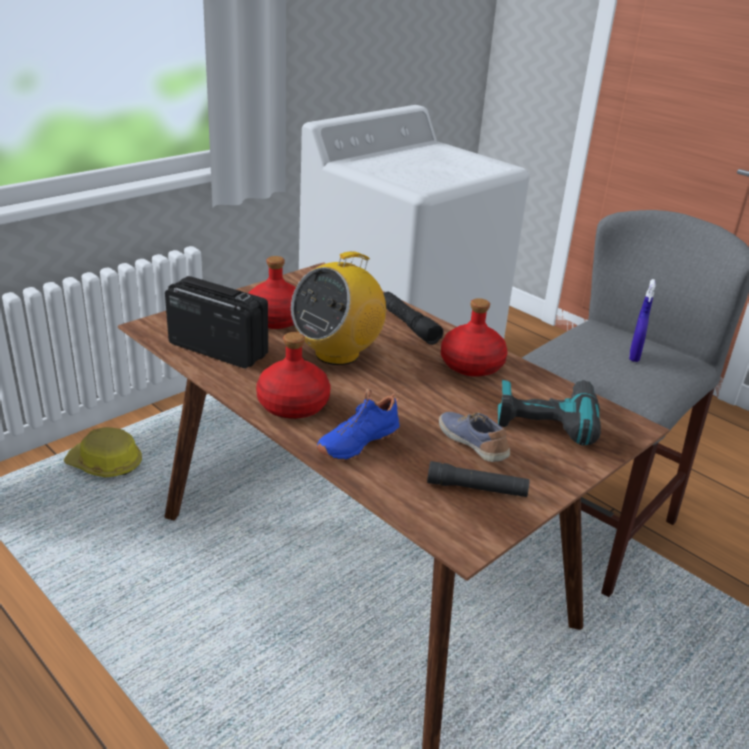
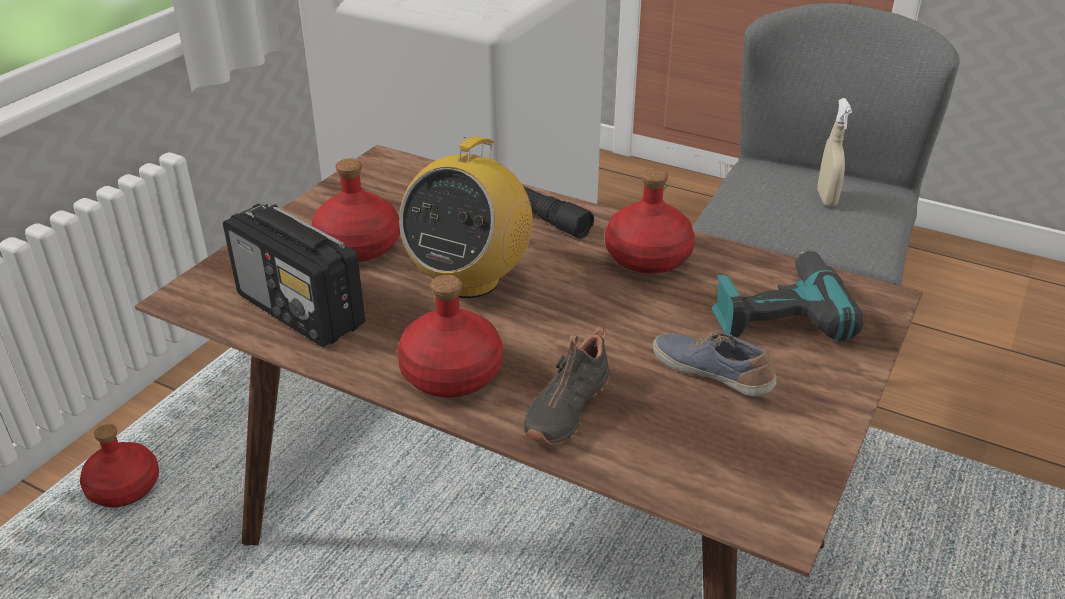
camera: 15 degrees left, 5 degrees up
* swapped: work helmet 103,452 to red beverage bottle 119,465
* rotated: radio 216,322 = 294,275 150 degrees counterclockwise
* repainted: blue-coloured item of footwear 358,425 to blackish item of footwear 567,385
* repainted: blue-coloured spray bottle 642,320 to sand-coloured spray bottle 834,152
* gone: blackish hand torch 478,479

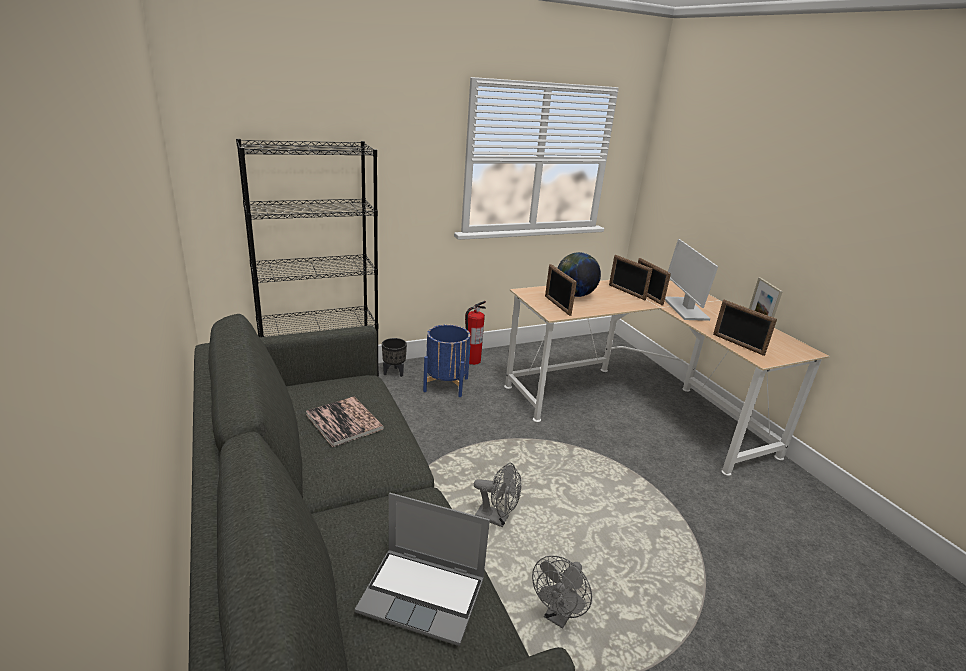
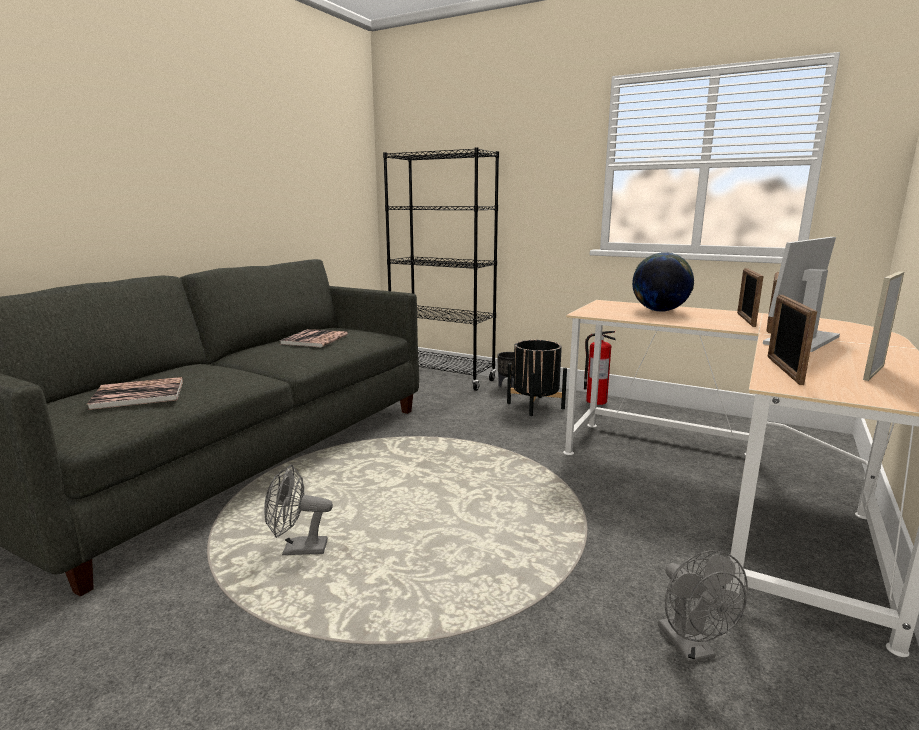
camera: 55 degrees right, 10 degrees down
* swapped: laptop 422,569 to volume 135,393
* repainted: blue-coloured flower pot 446,360 to blackish flower pot 537,378
* shifted: greyish electric fan 498,495 to 703,606
* gone: photo frame 561,290

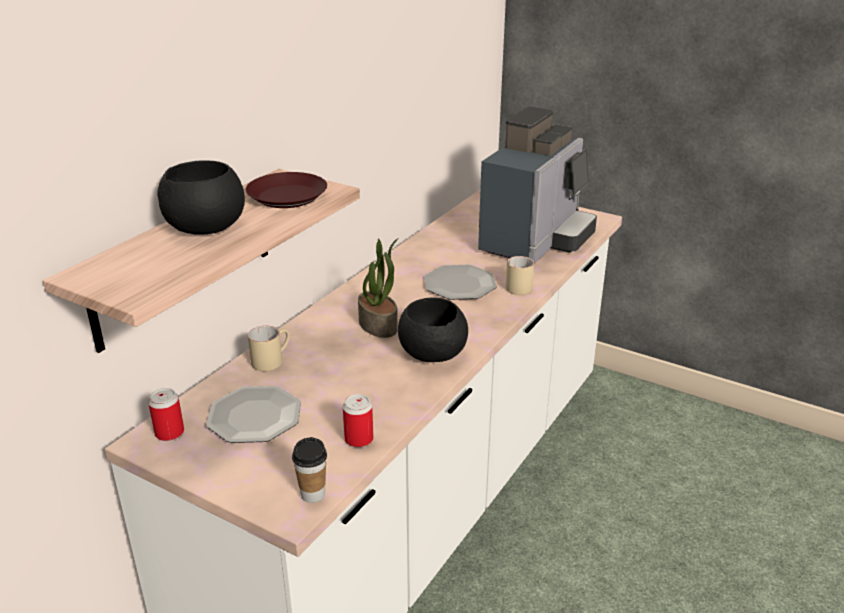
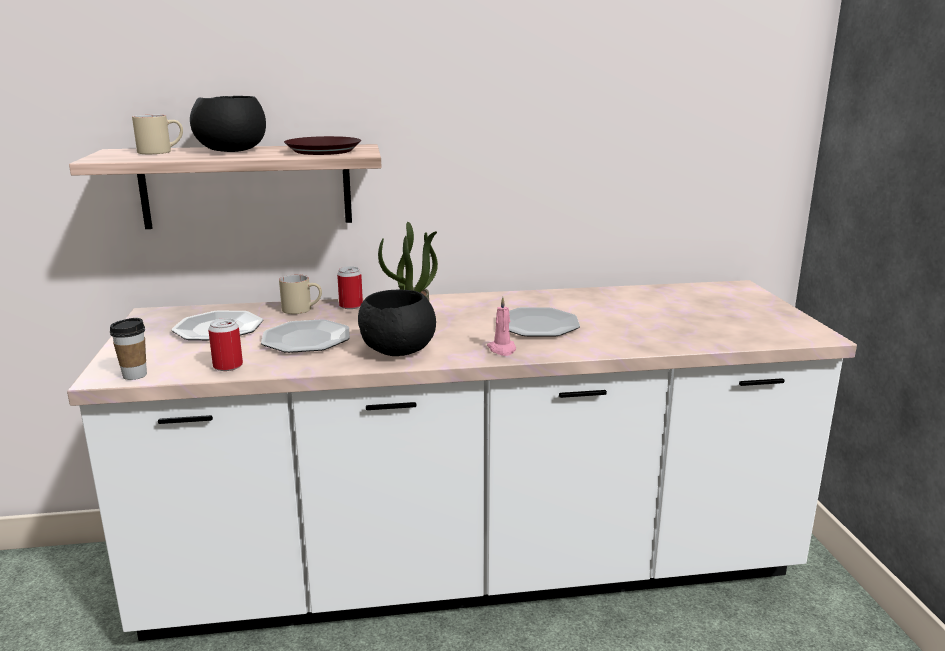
camera: 50 degrees right, 10 degrees down
* shifted: sand-coloured mug 520,275 to 157,134
* new: flat dish 305,336
* shifted: metal can 166,414 to 350,287
* new: pink wax light 501,326
* gone: coffee machine 537,185

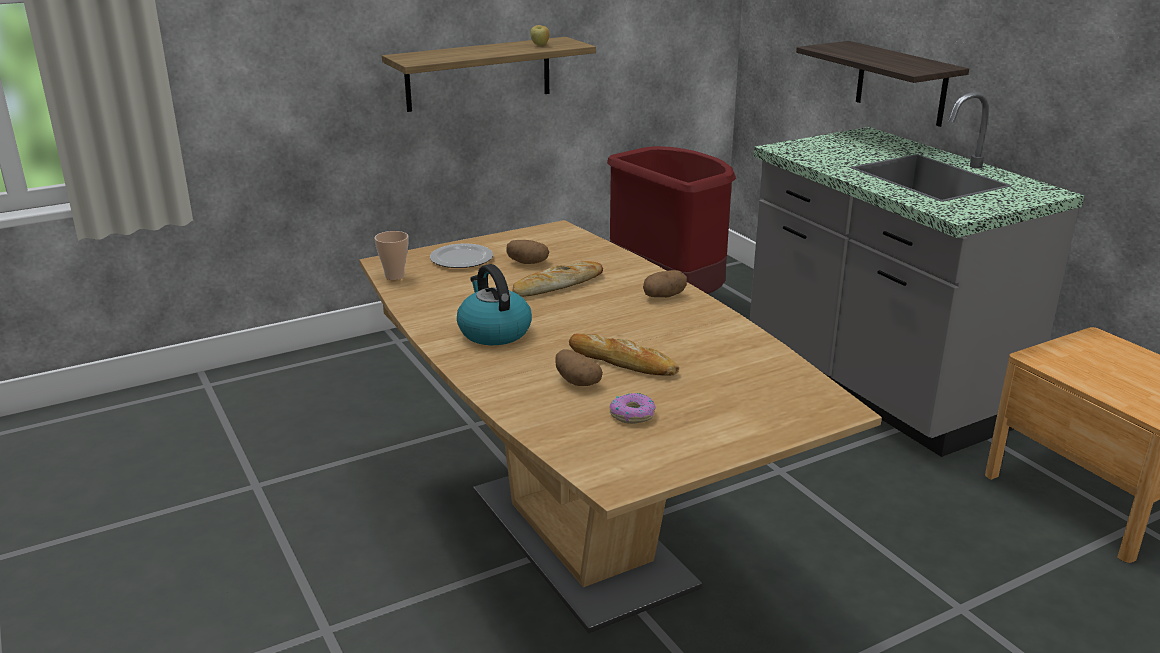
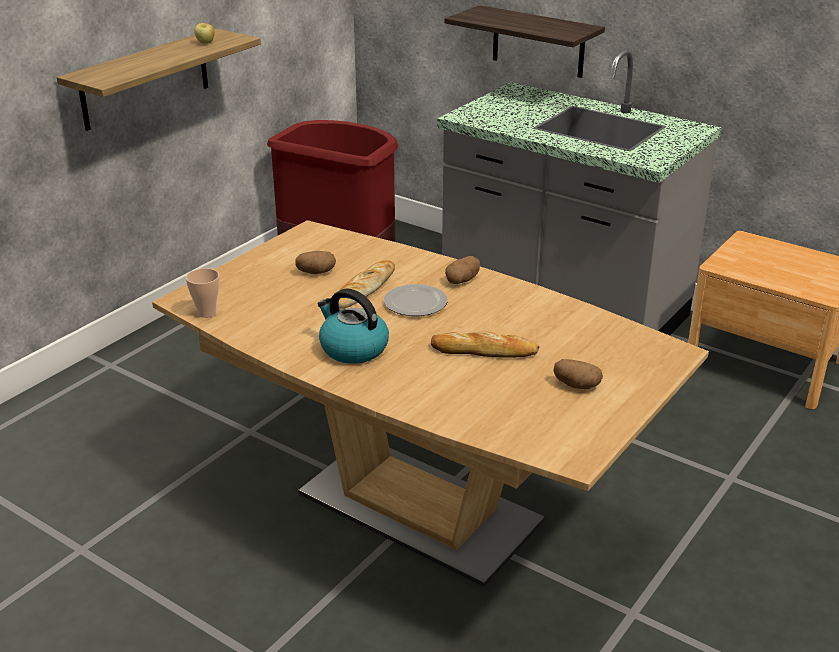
camera: 25 degrees left, 5 degrees up
* shifted: flat dish 461,255 to 416,300
* shifted: potato 579,367 to 578,374
* gone: ring doughnut 633,408

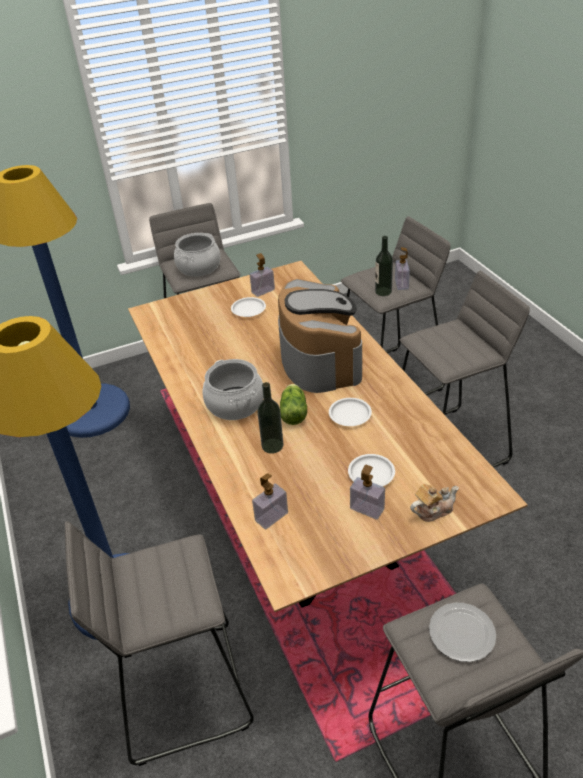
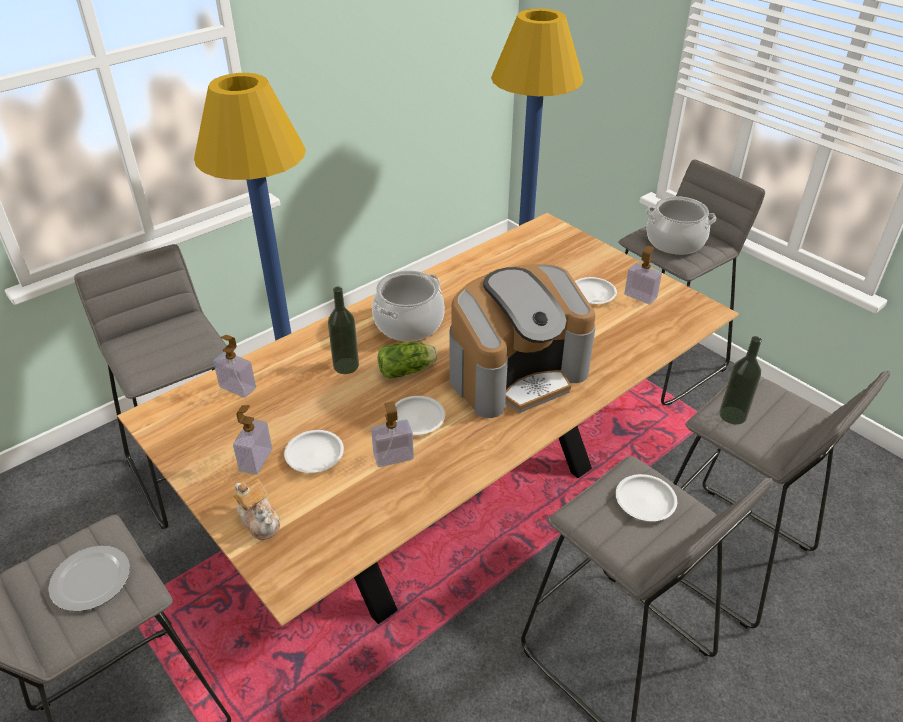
camera: 70 degrees right, 0 degrees up
* shifted: soap dispenser 402,268 to 392,434
* new: white flat dish 646,497

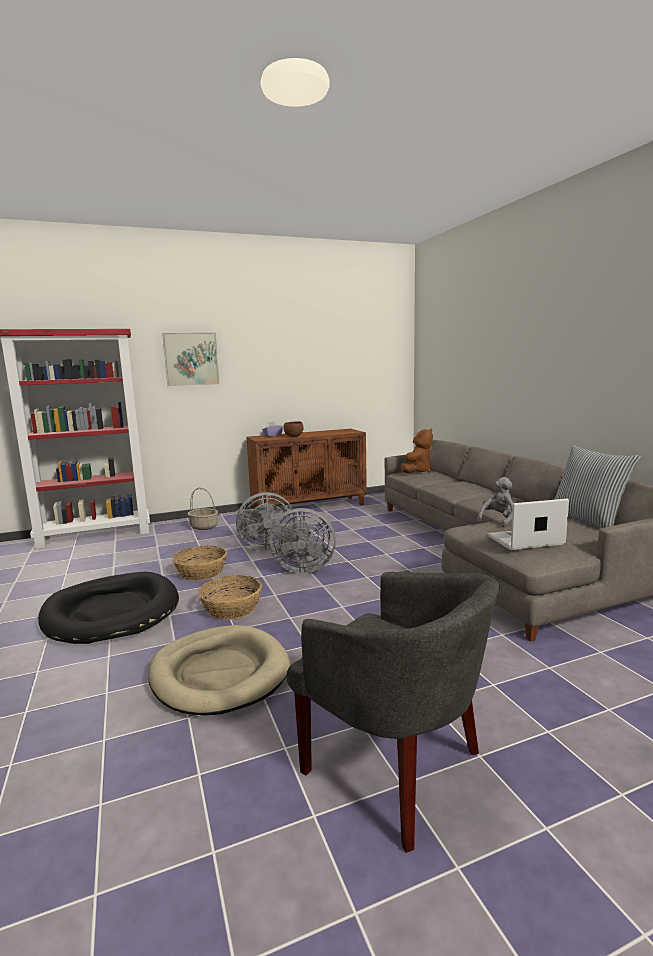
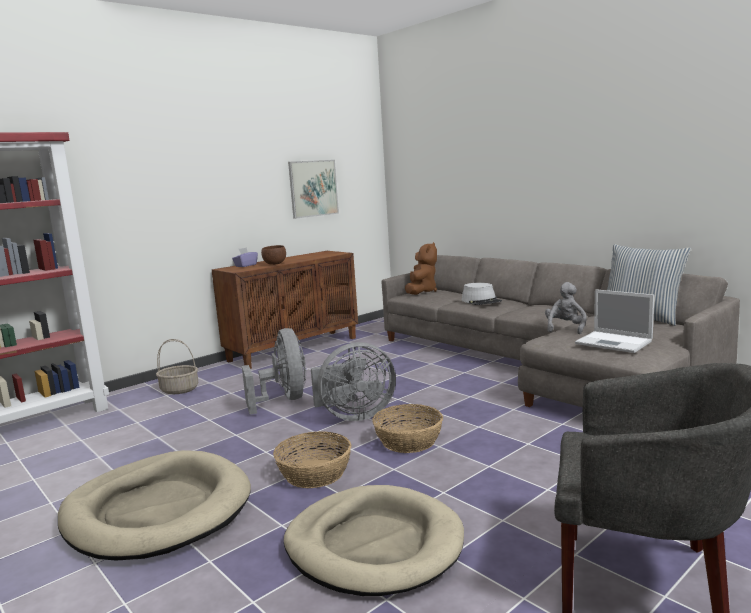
camera: 20 degrees left, 0 degrees up
* repainted: blackish pet bed 108,608 to sand-coloured pet bed 154,505
* rotated: greyish electric fan 265,521 = 274,371 75 degrees counterclockwise
* shifted: wall art 191,359 to 313,189
* shifted: household basket 199,563 to 407,428
* new: greyish wearable hat 482,294
* rotated: laptop 528,524 = 614,321 105 degrees counterclockwise

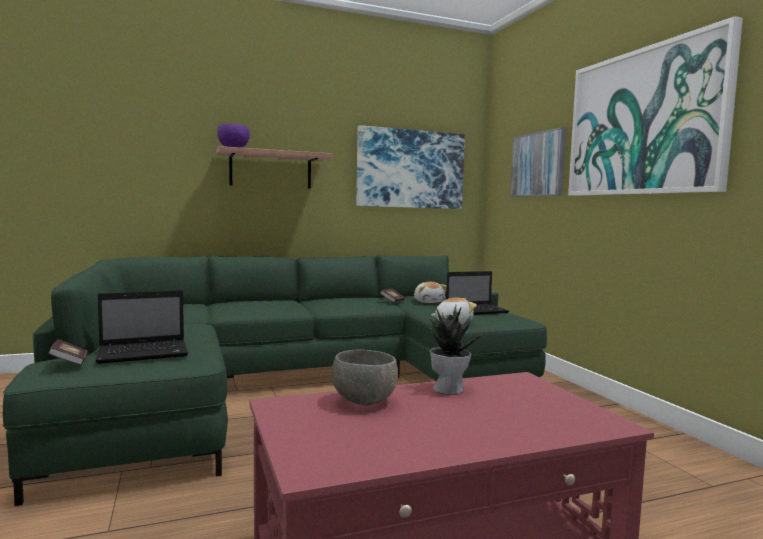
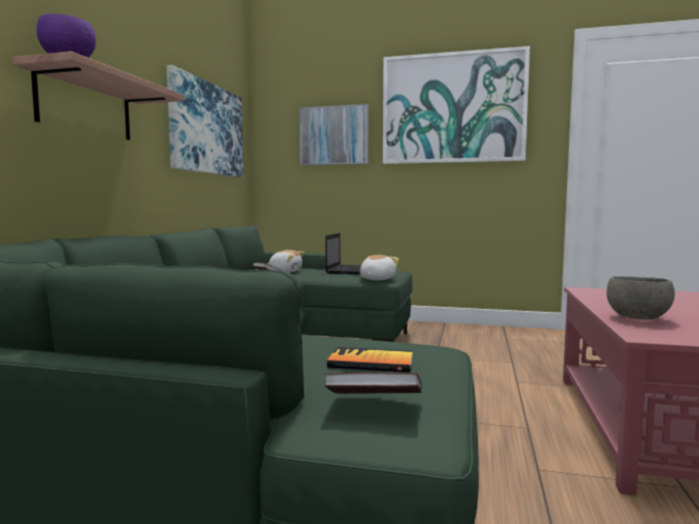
camera: 55 degrees left, 0 degrees up
* swapped: laptop 142,327 to volume 370,359
* gone: plant in a pot 458,349

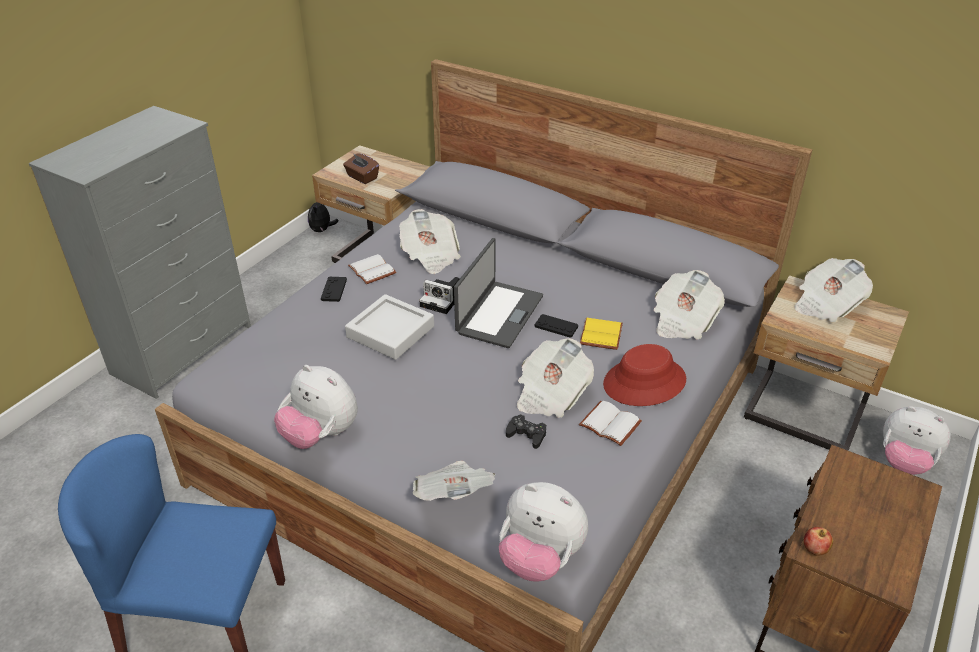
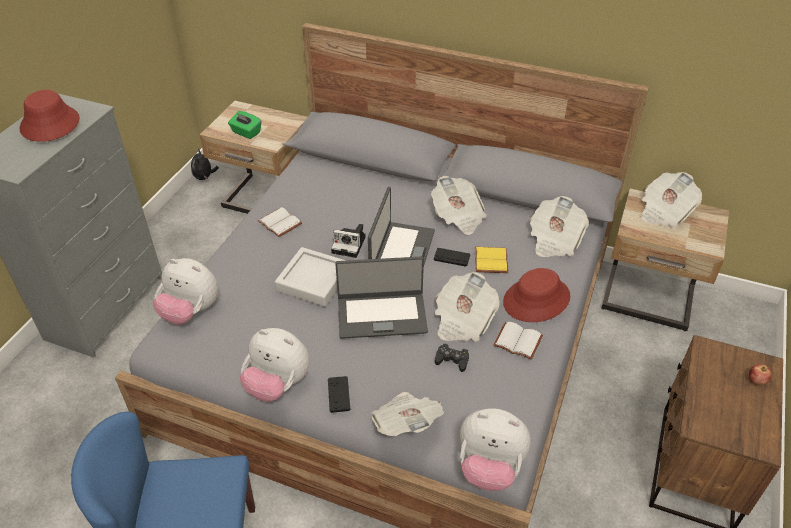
camera: 10 degrees left, 5 degrees up
* new: red wearable hat 50,116
* shifted: plush toy 916,440 to 186,291
* repainted: brown-coloured box of tissues 361,168 to green-coloured box of tissues 244,125
* shifted: blackish gamepad 334,289 to 339,394
* new: laptop 381,297
* shifted: newspaper 430,241 to 459,205
* shifted: apple 818,541 to 760,375

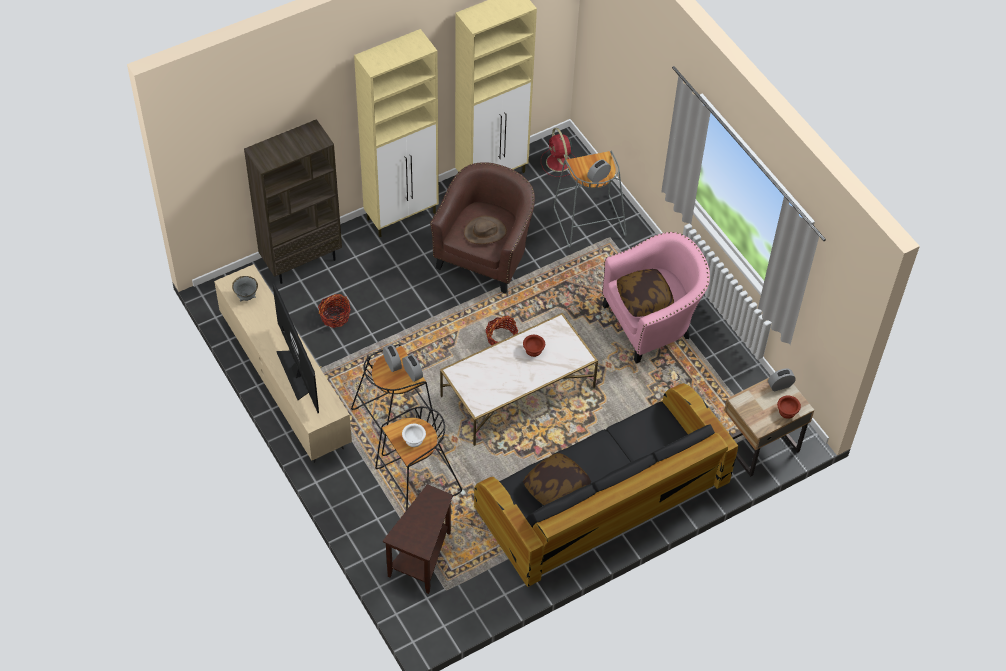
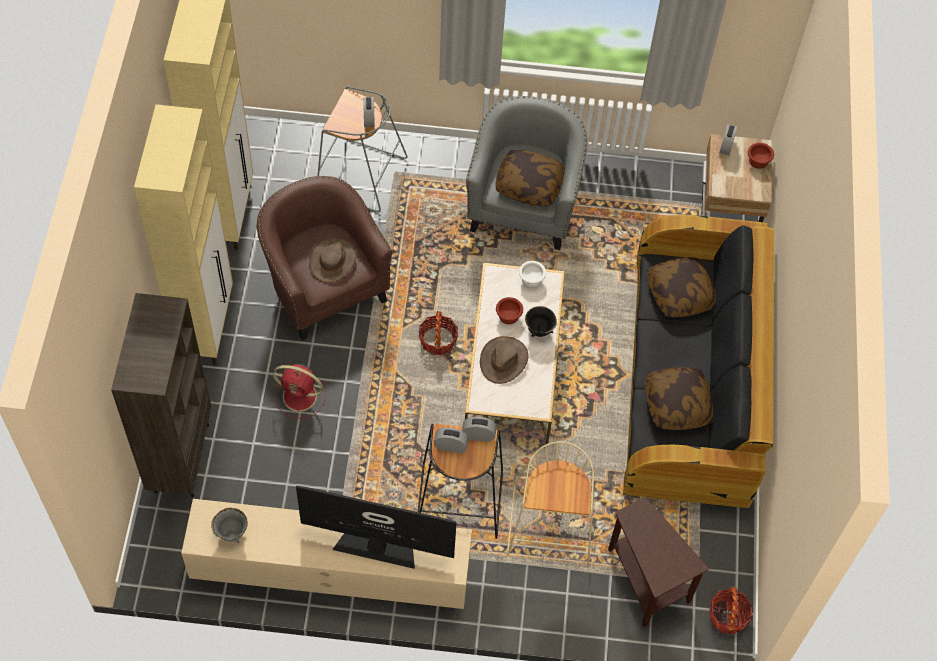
camera: 55 degrees left, 5 degrees up
* shifted: red electric fan 558,152 to 299,391
* repainted: pink easy chair 656,298 to greyish easy chair 526,173
* new: brown-coloured wearable hat 504,360
* repainted: blackish stool 418,458 to sand-coloured stool 550,503
* shifted: white deep dish 414,435 to 532,274
* new: blackish deep dish 541,321
* new: cushion 681,287
* shifted: household basket 334,311 to 731,610

